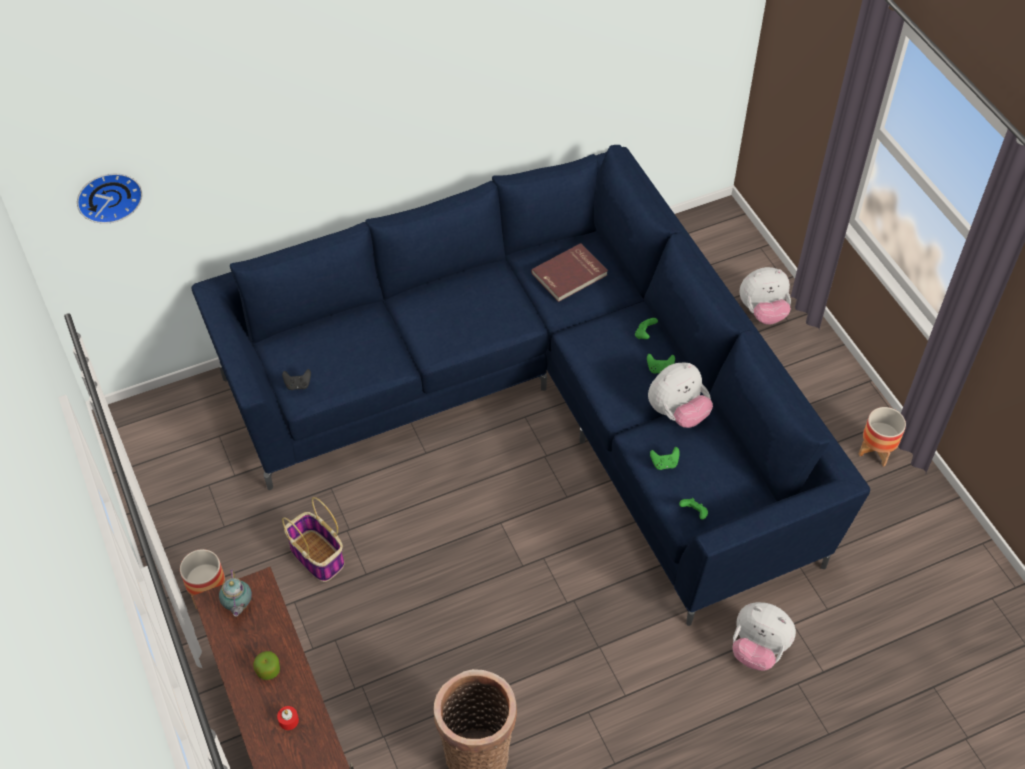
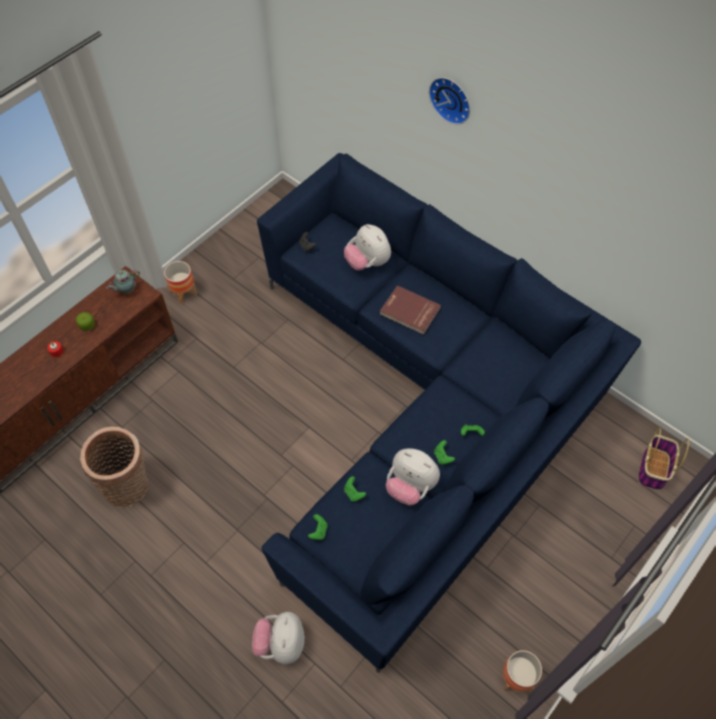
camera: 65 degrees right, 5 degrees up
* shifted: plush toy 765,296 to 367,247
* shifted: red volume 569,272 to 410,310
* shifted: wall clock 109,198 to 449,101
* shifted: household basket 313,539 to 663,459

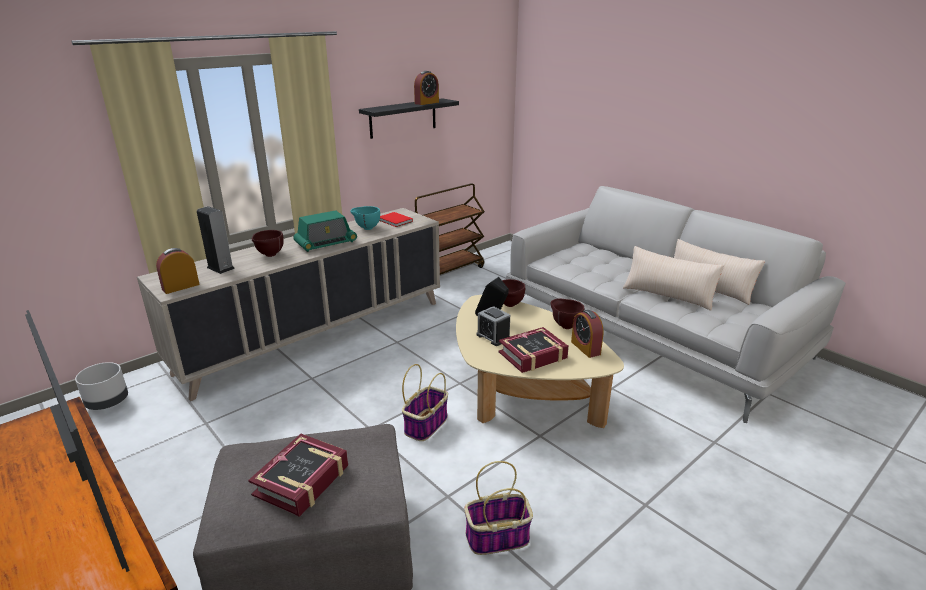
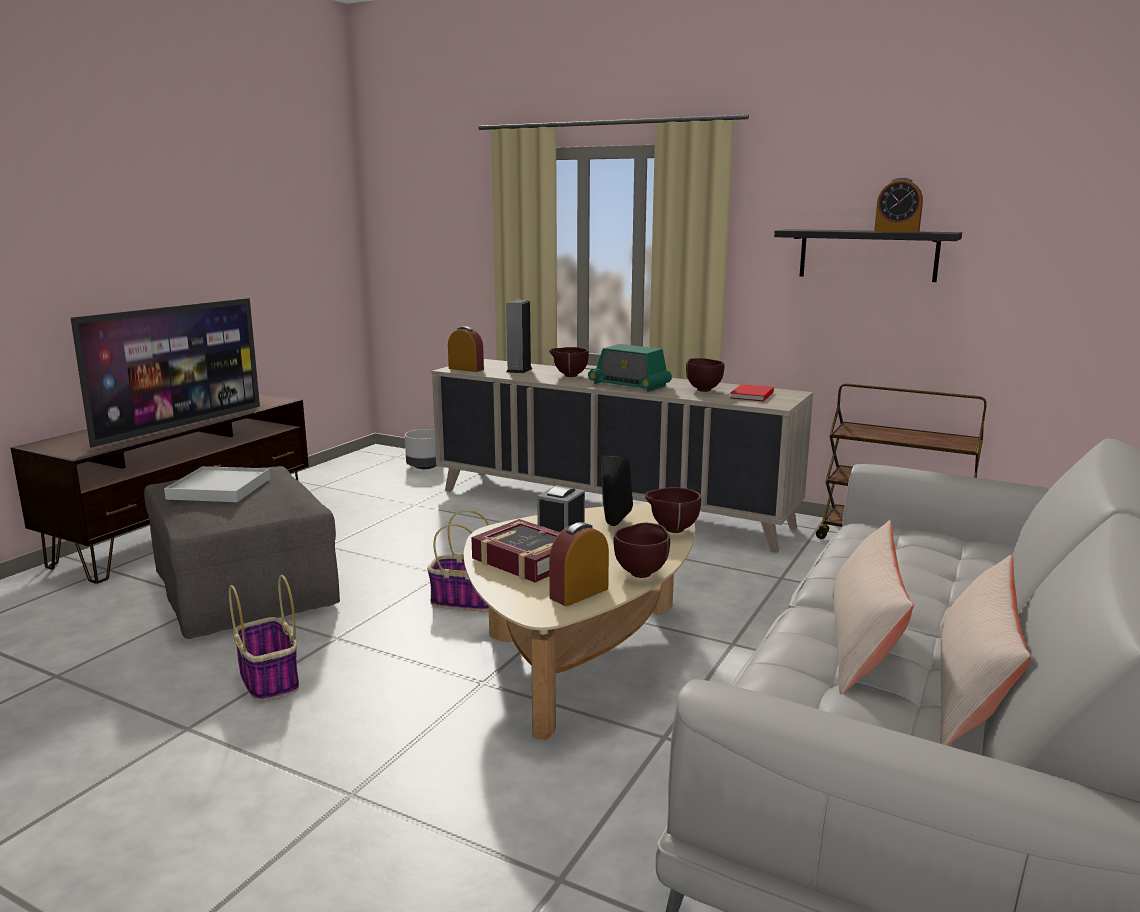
camera: 70 degrees right, 10 degrees down
* swapped: volume 298,475 to white tray 217,484
* repainted: turquoise deep dish 365,218 to brown-coloured deep dish 705,375

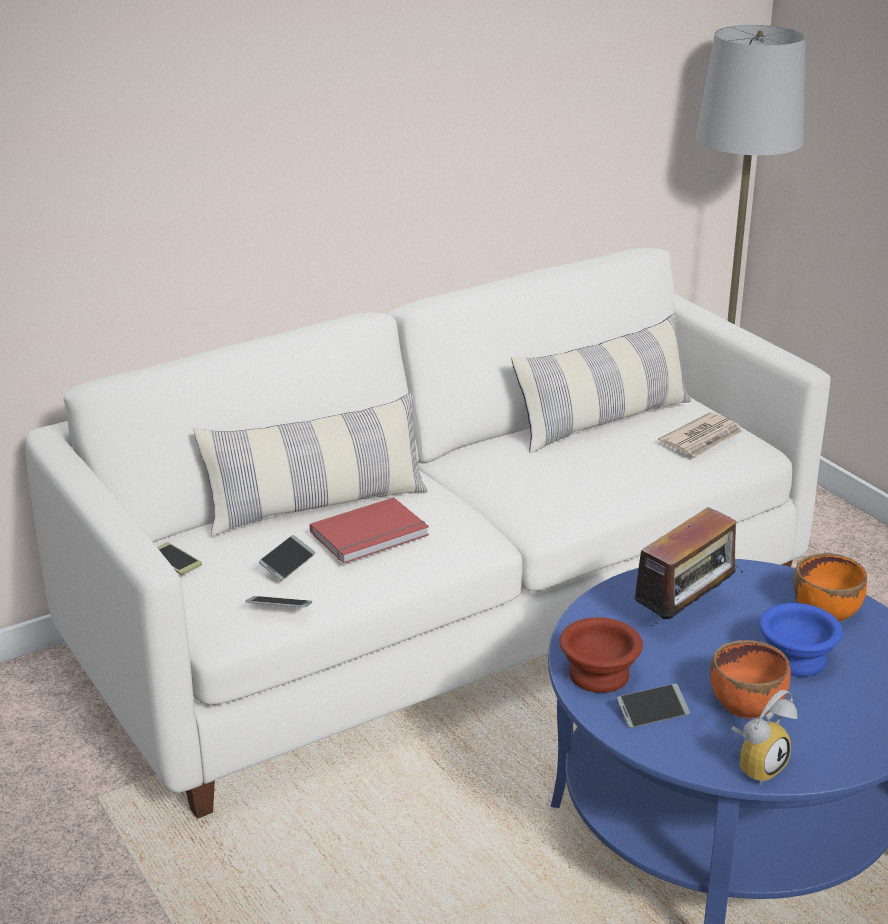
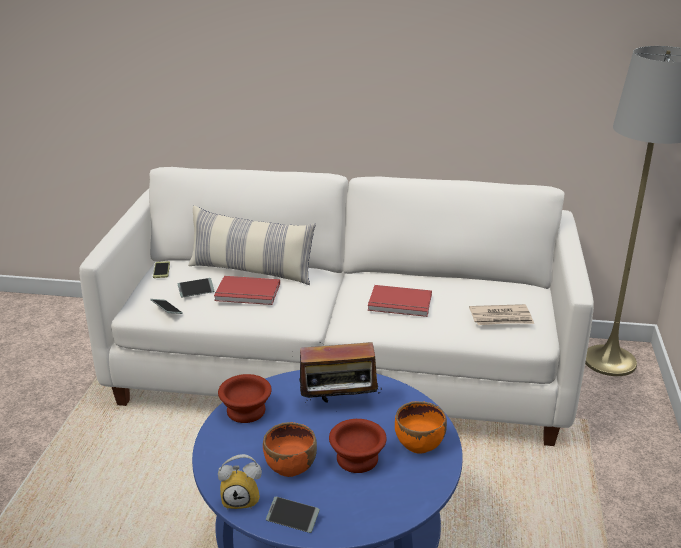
camera: 40 degrees right, 0 degrees up
* shifted: telephone 653,706 to 293,515
* repainted: blue-coloured deep dish 801,640 to brown-coloured deep dish 358,446
* new: red volume 400,301
* gone: cushion 601,383

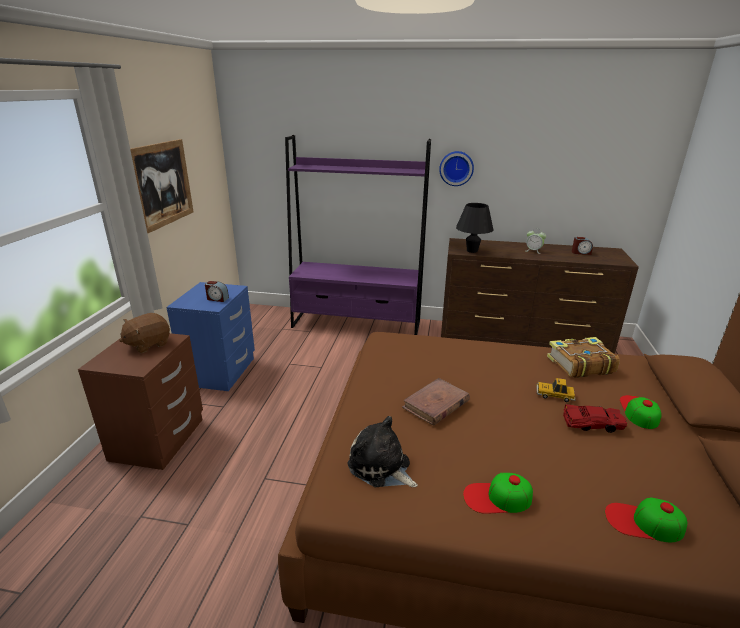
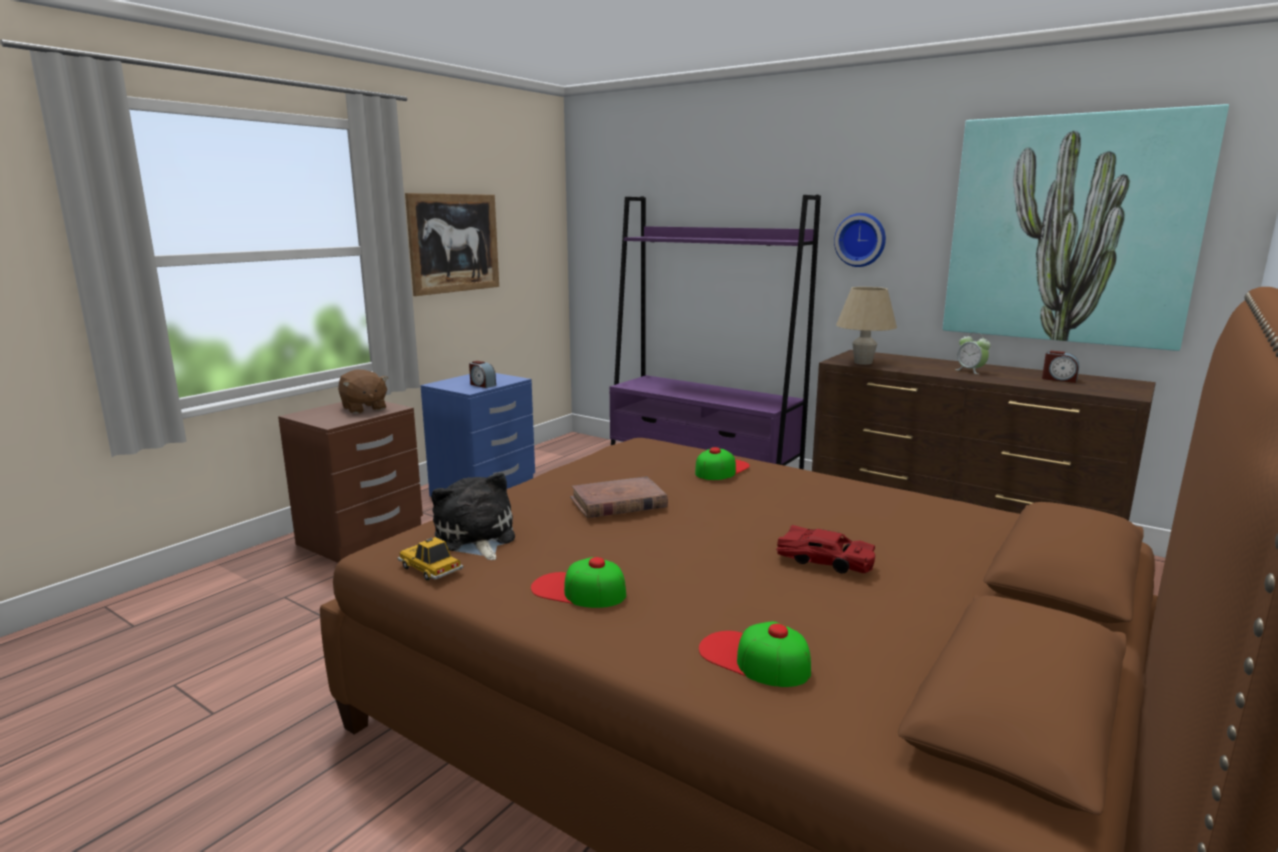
camera: 25 degrees right, 10 degrees down
* rotated: brown-coloured plush toy 144,333 = 363,391 105 degrees counterclockwise
* shifted: model car 556,390 to 430,559
* shifted: peaked cap 641,412 to 722,463
* repainted: blackish tabletop lamp 475,228 to sand-coloured tabletop lamp 866,326
* new: wall art 1086,227
* gone: volume 583,357

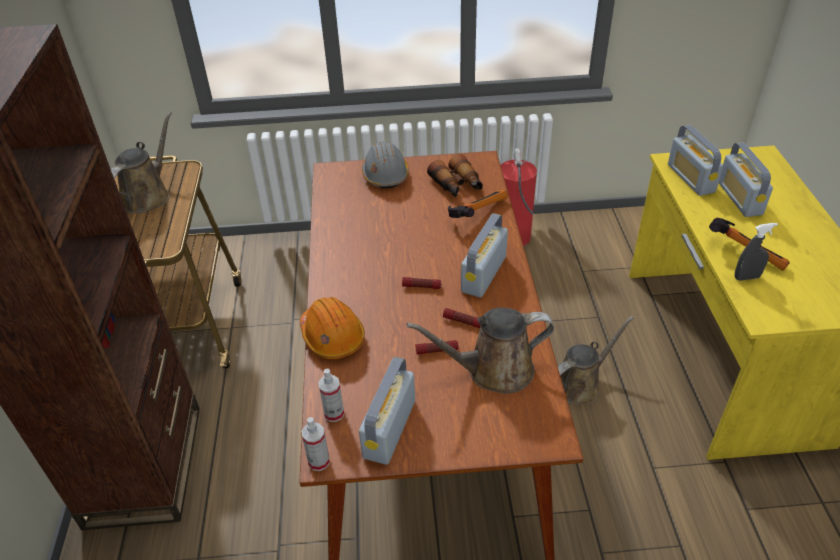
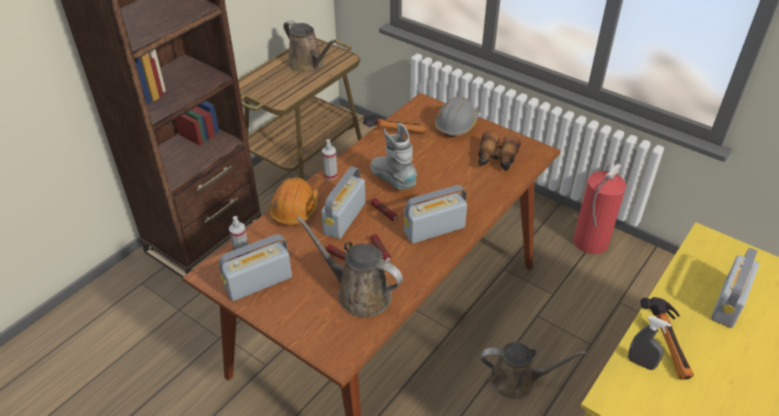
camera: 40 degrees right, 0 degrees up
* rotated: brown-coloured sprinkling can 141,162 = 310,46 75 degrees clockwise
* shifted: radio 695,160 to 343,203
* shifted: spray bottle 316,444 to 329,159
* shifted: hand hammer 478,204 to 394,124
* new: greyish boot 393,156

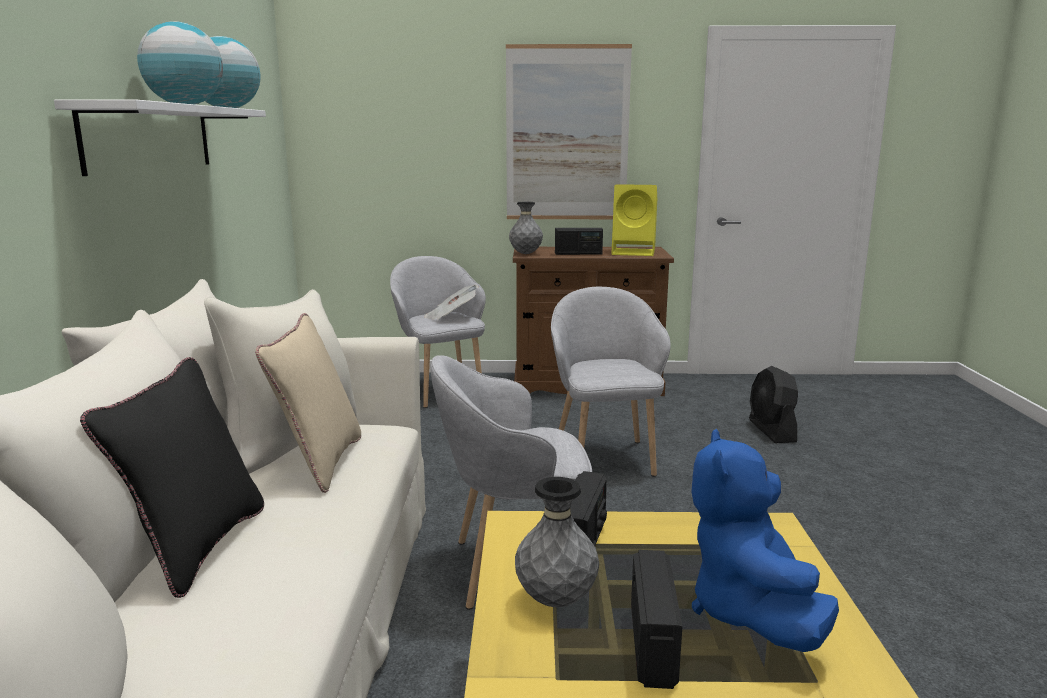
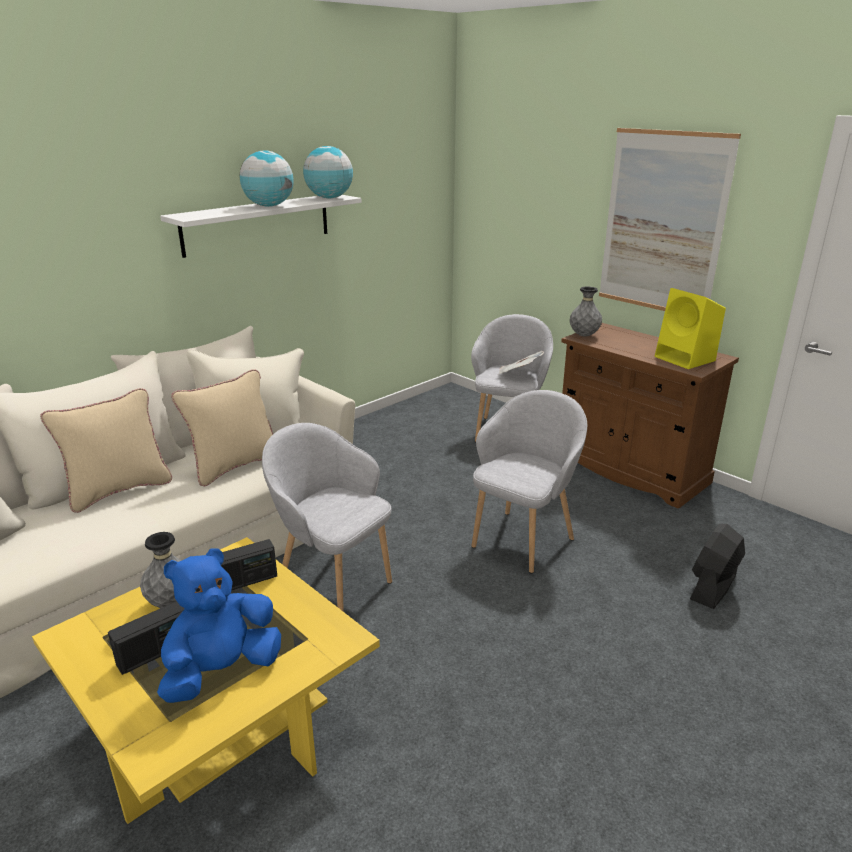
camera: 45 degrees right, 10 degrees up
* repainted: blackish cushion 172,477 to sand-coloured cushion 106,450
* gone: radio 579,241

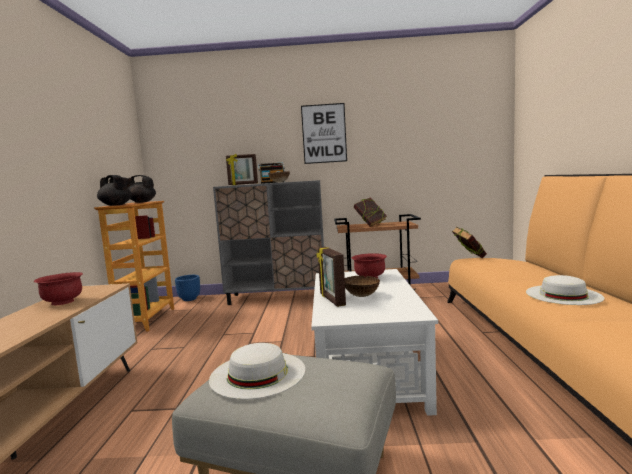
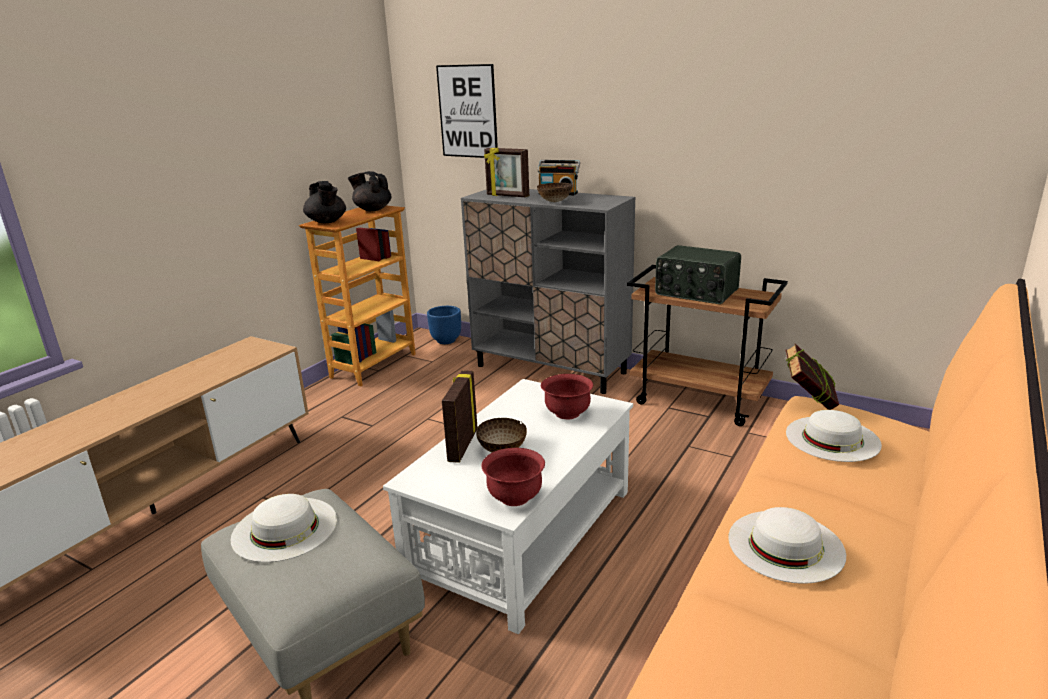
camera: 30 degrees right, 15 degrees up
* shifted: wall art 324,133 to 467,111
* shifted: red deep dish 58,288 to 513,477
* swapped: volume 370,212 to radio 698,274
* new: white wearable hat 834,436

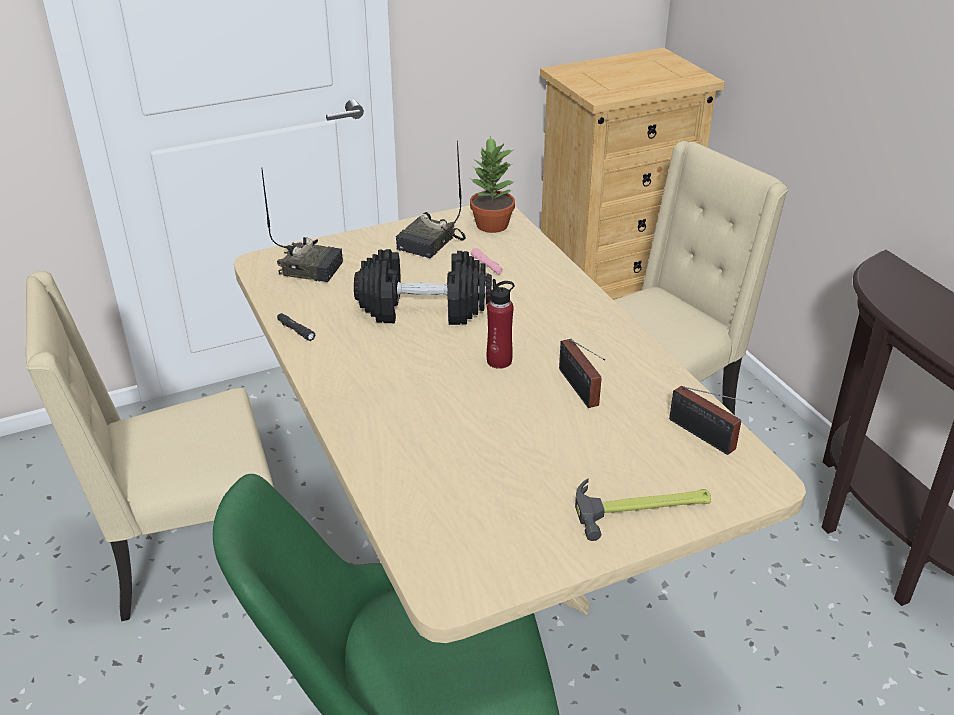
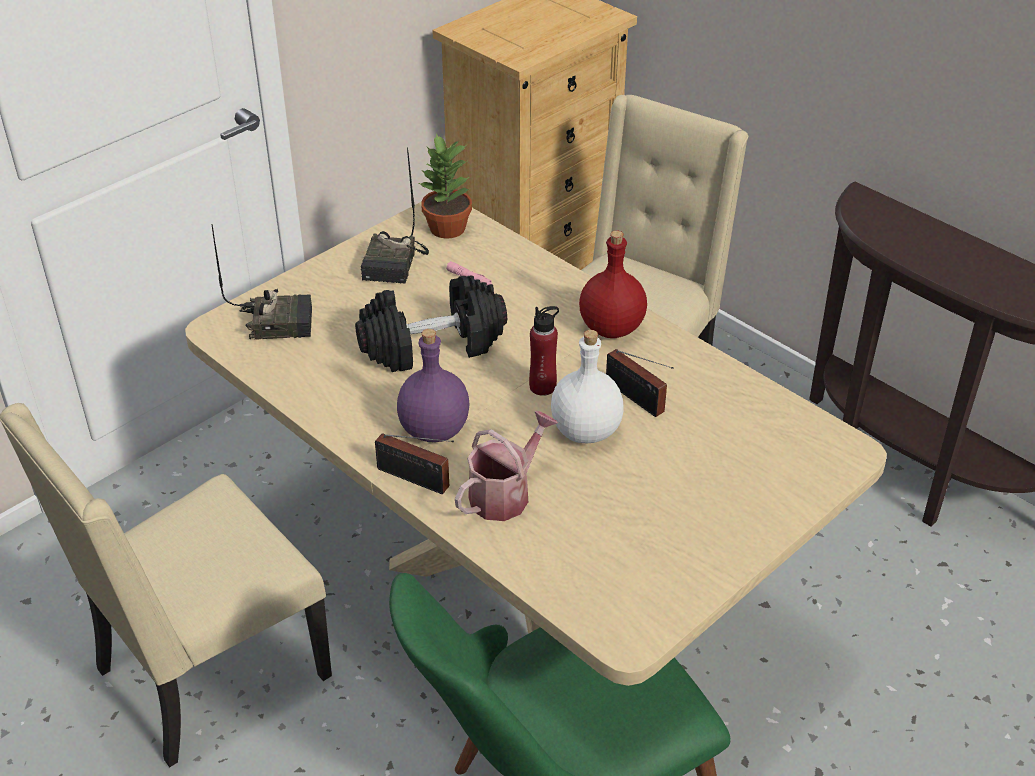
camera: 20 degrees left, 5 degrees up
* shifted: radio 710,420 to 414,463
* new: purple-coloured beverage bottle 433,385
* new: sprinkling can 506,466
* new: white beverage bottle 587,386
* new: red beverage bottle 613,284
* gone: blackish hand torch 296,327
* gone: hand hammer 643,509

